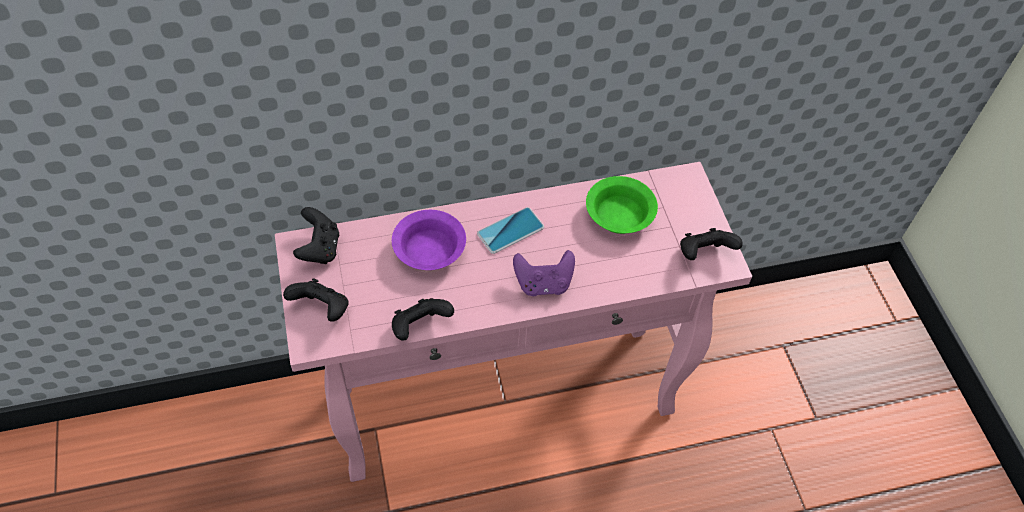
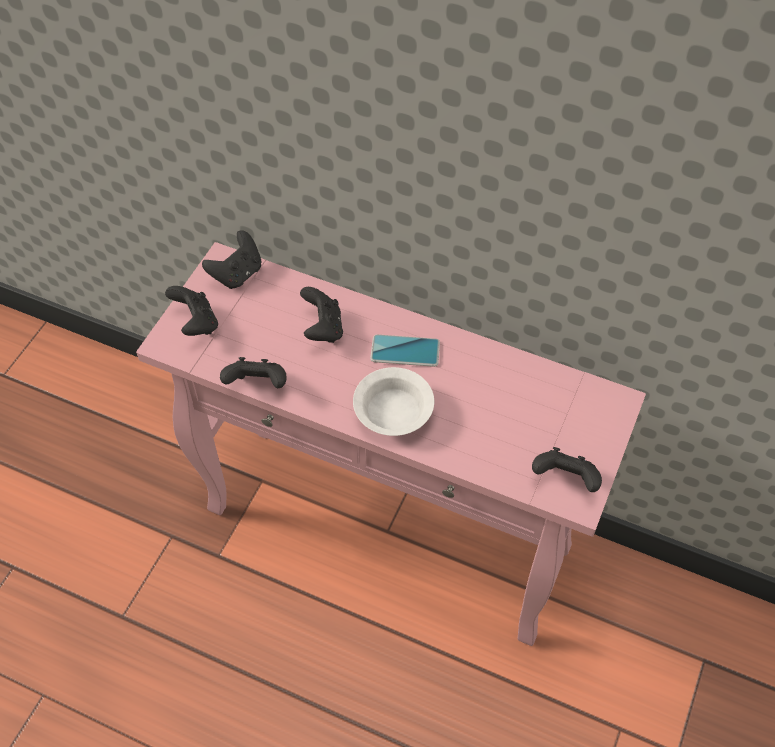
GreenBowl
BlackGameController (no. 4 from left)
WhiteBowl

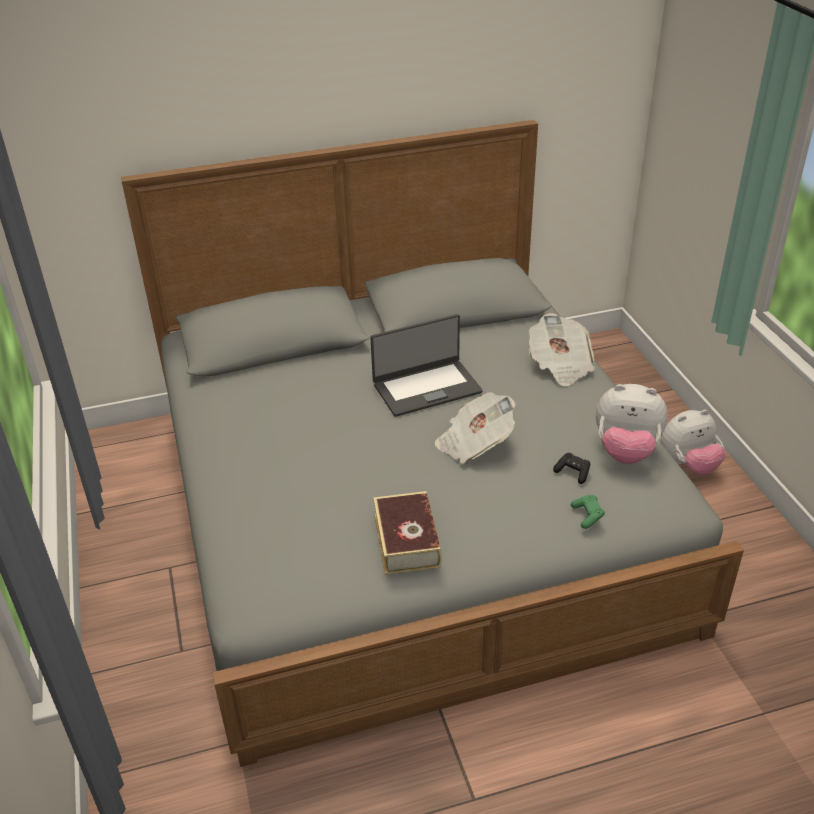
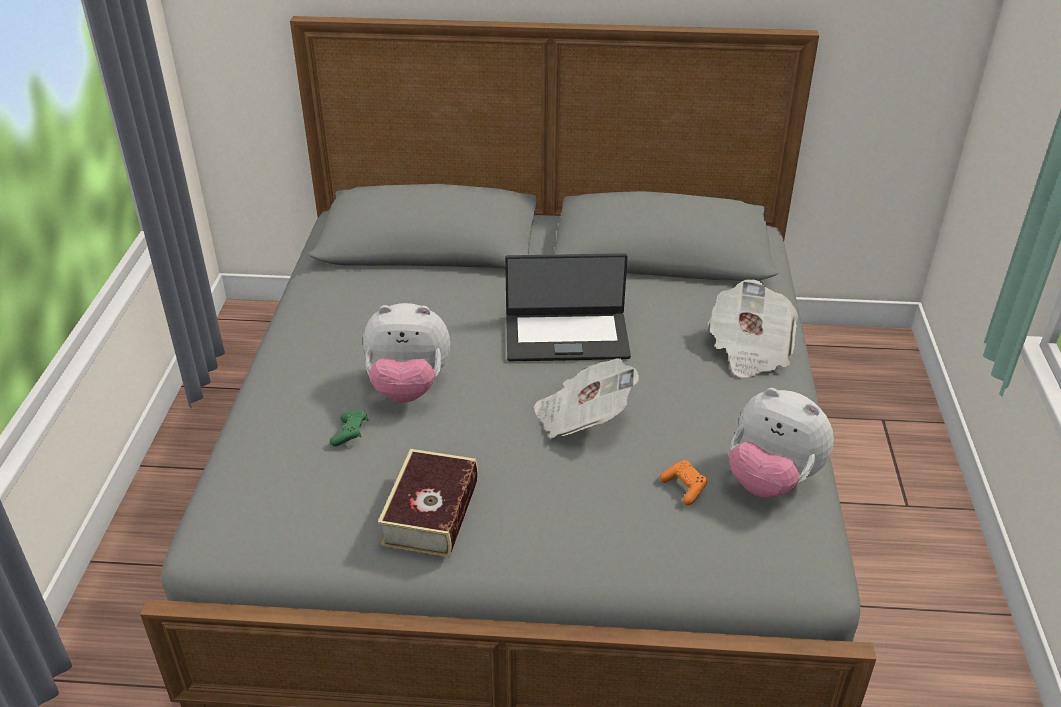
PlushToy (no. 1 from left)
OrangeGameController
GreenGameController

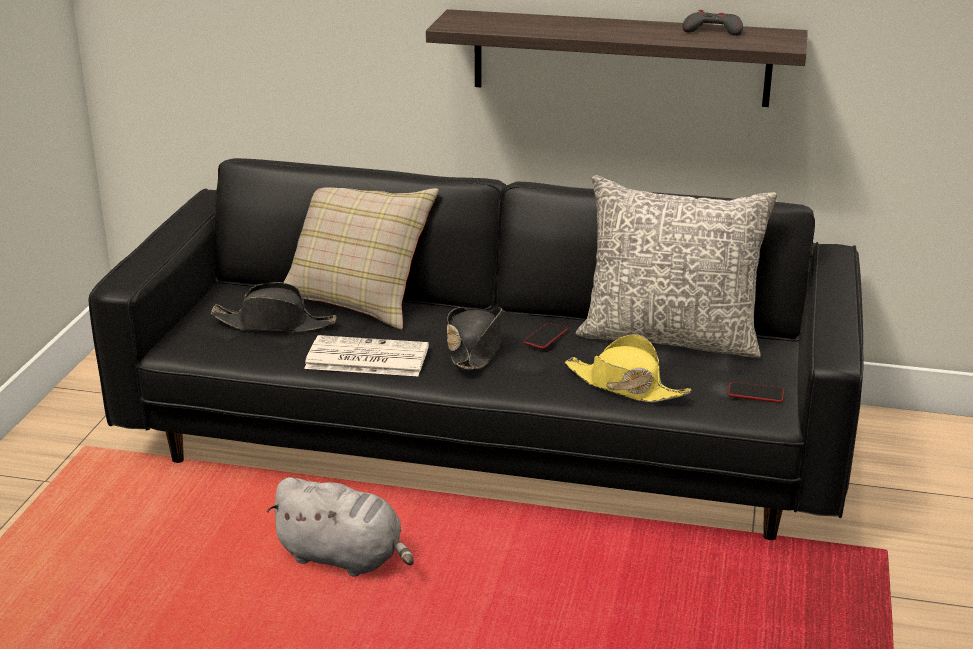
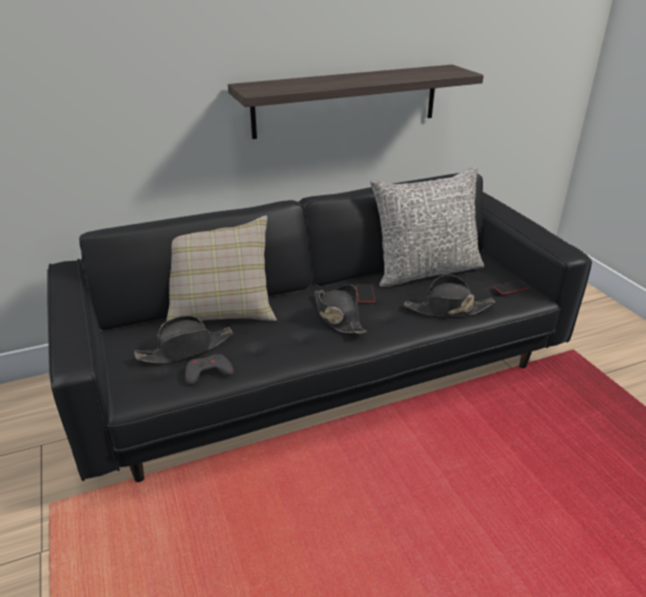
GreyGameController
BlackHat (no. 3 from left)
Newspaper
GreyPlushToy

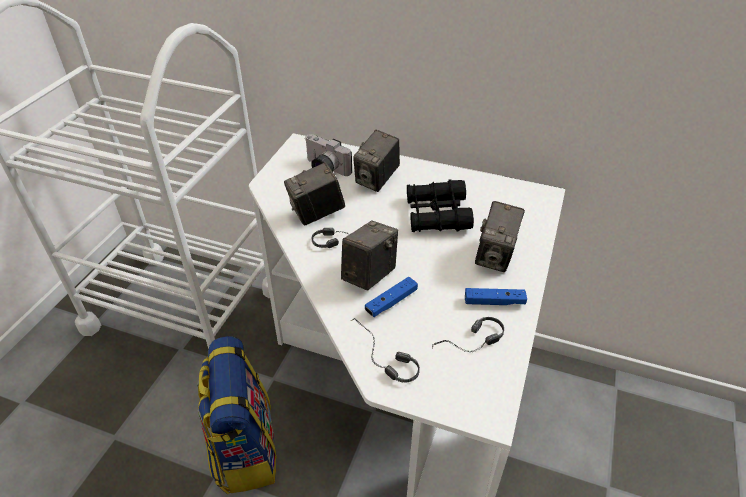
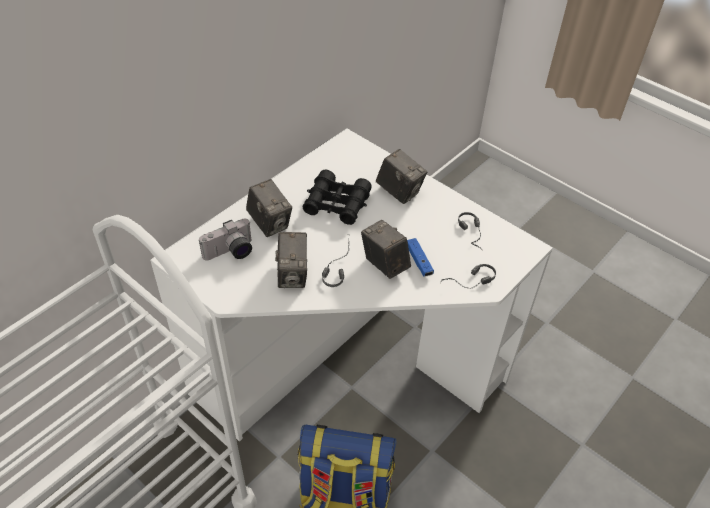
BlueGameController (no. 2 from left in the first image)

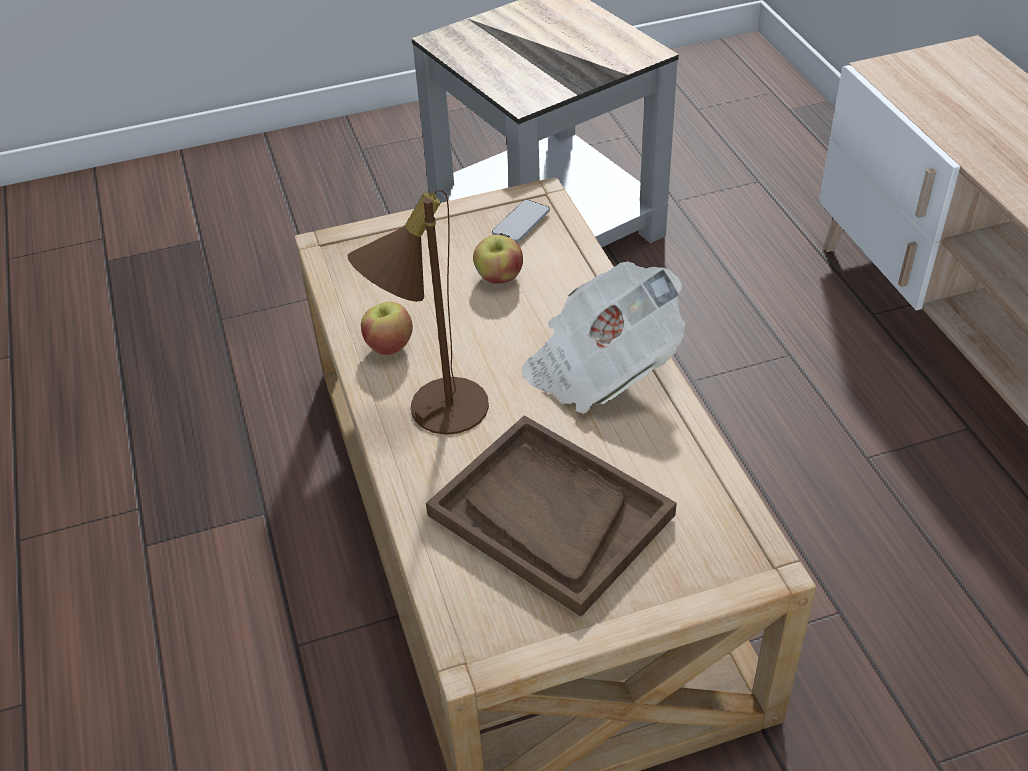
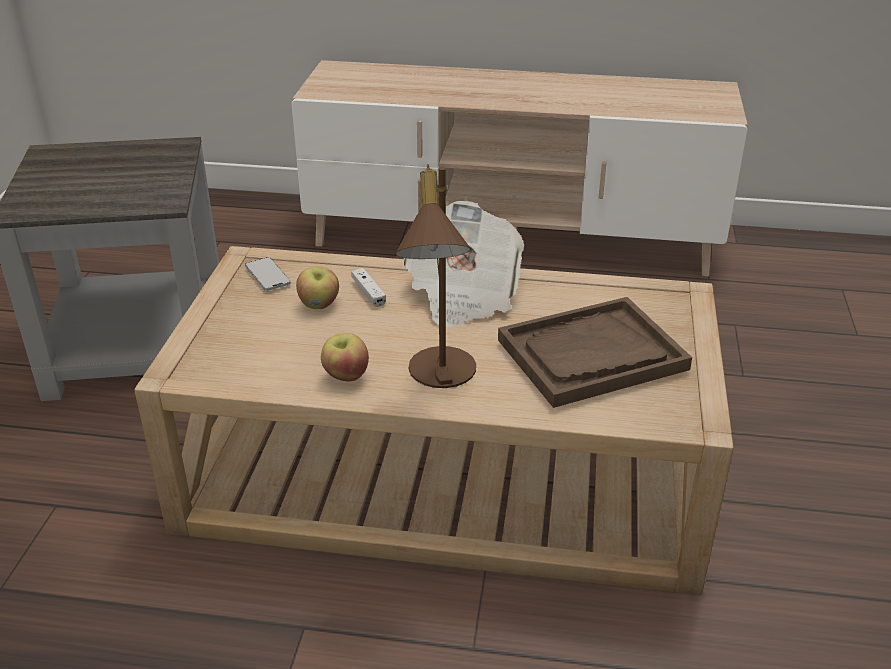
WhiteGameController

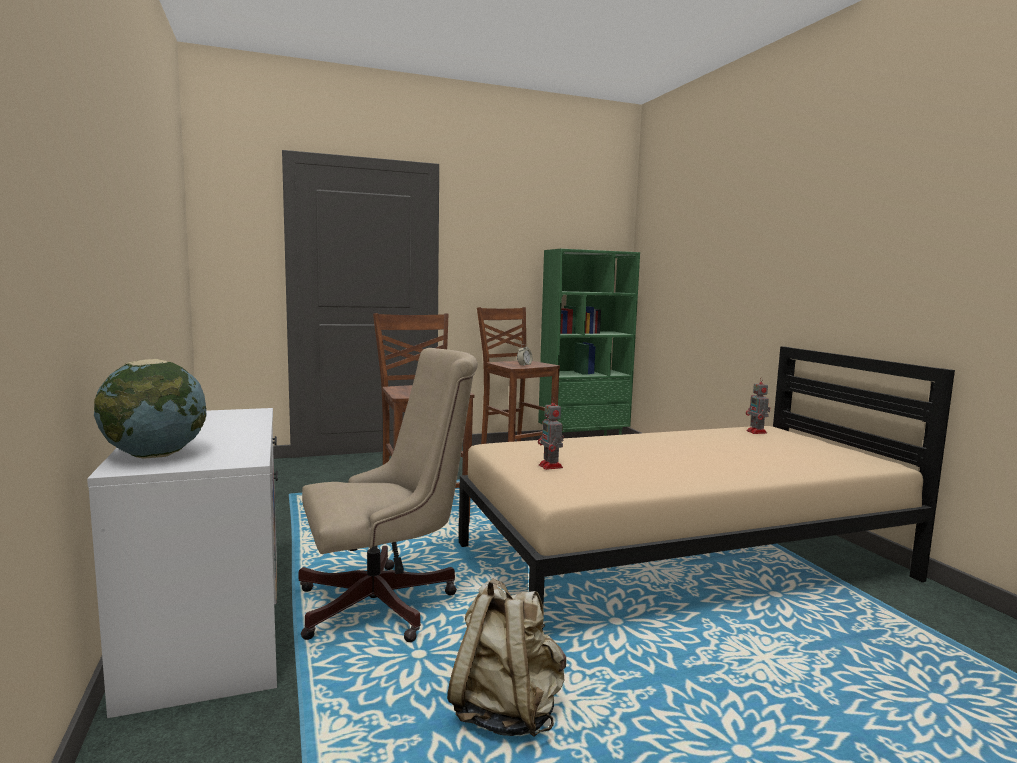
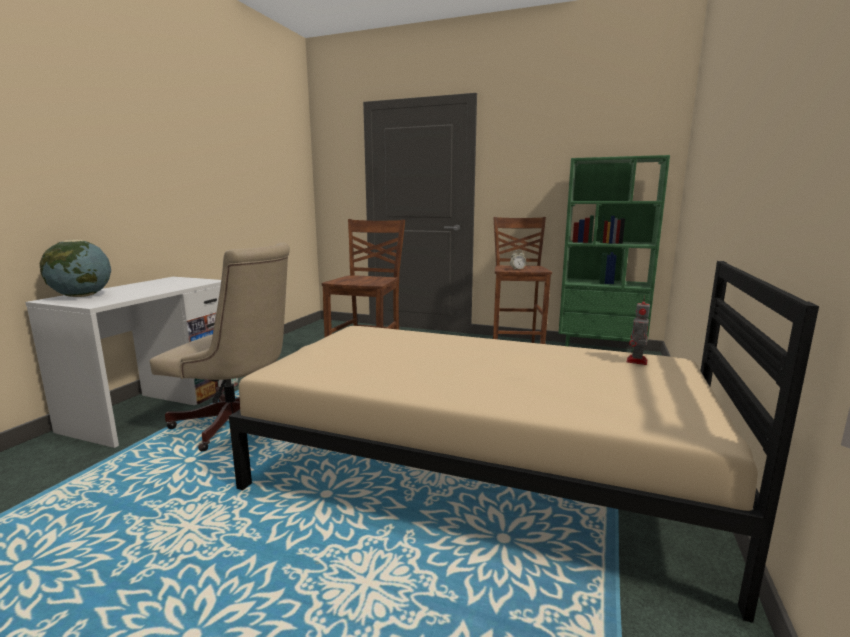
ToyRobot (no. 1 from left in the first image)
BeigeBackpack

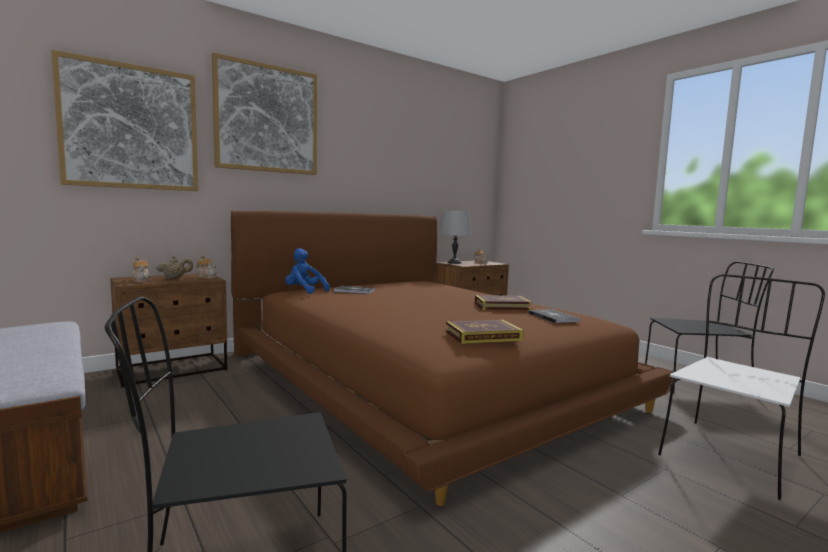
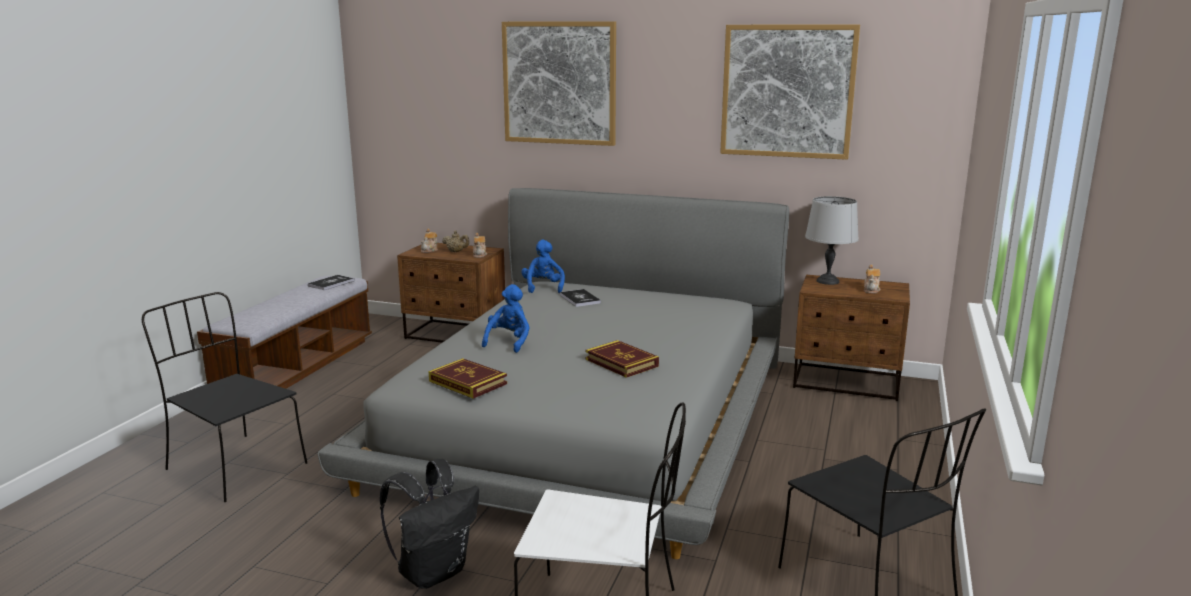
Picture (no. 2 from left)
GreyBed
Book (no. 1 from left)
BluePlushToy (no. 1 from left)
BlackBackpack

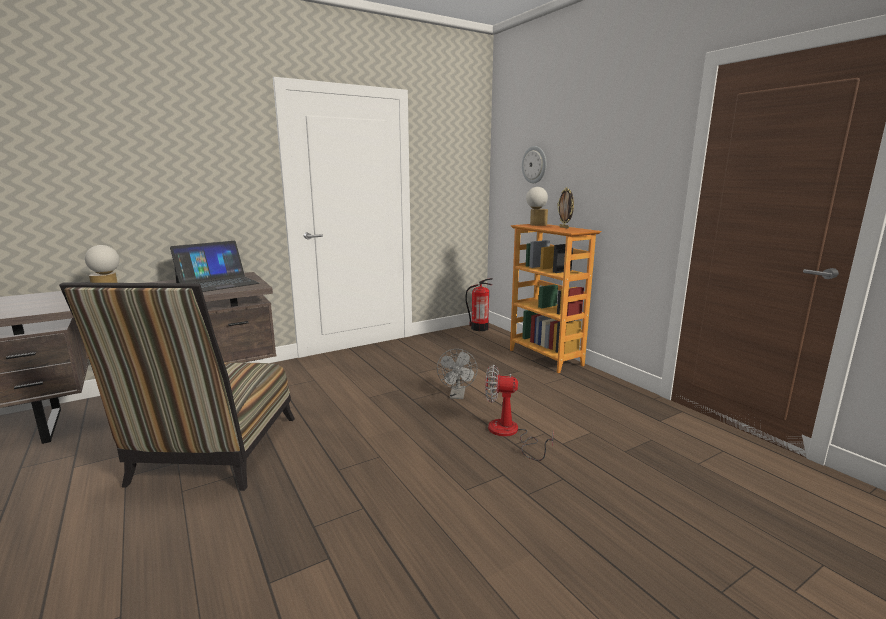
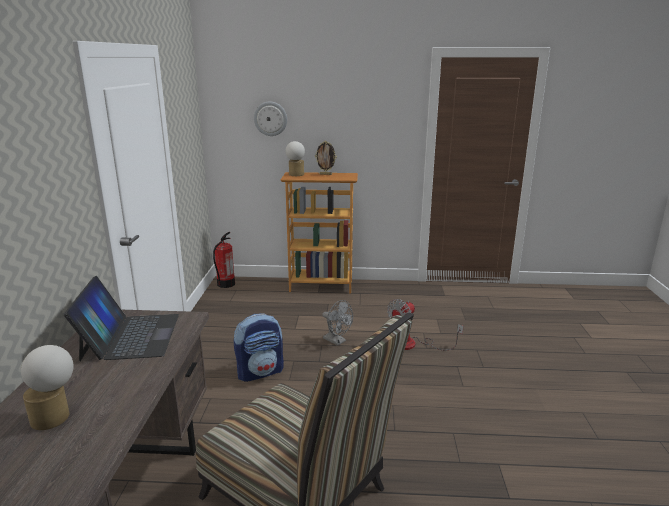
Backpack

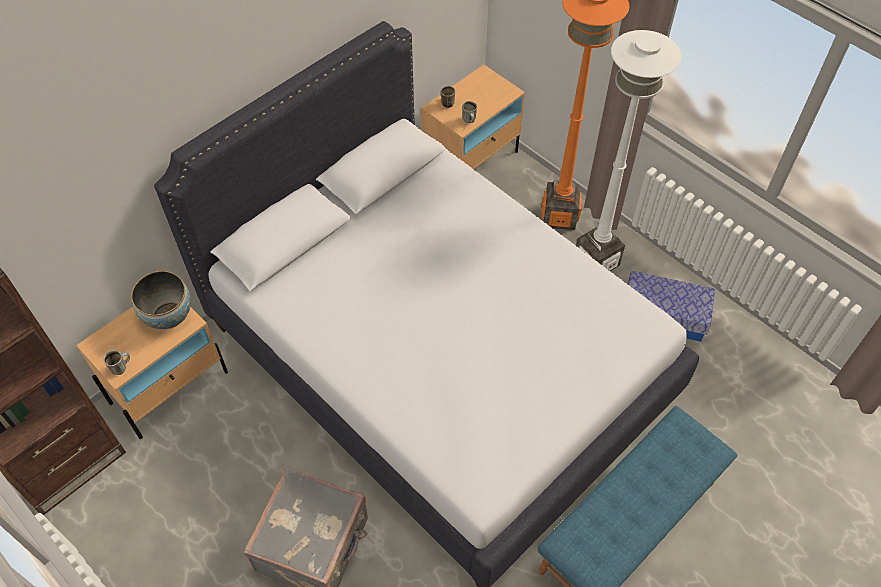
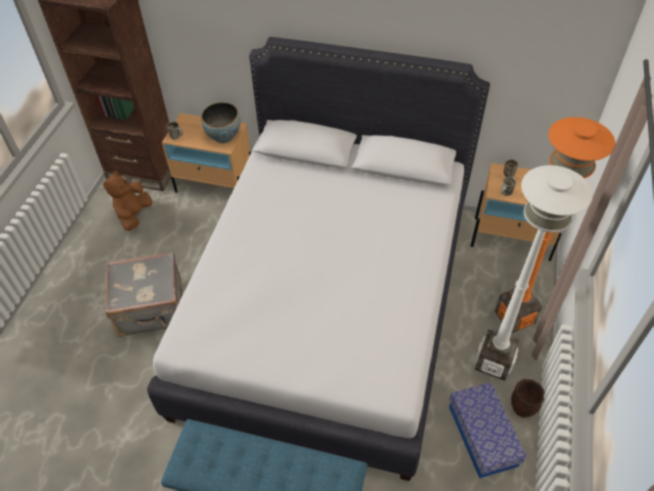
BrownPlushToy
BrownPlanter

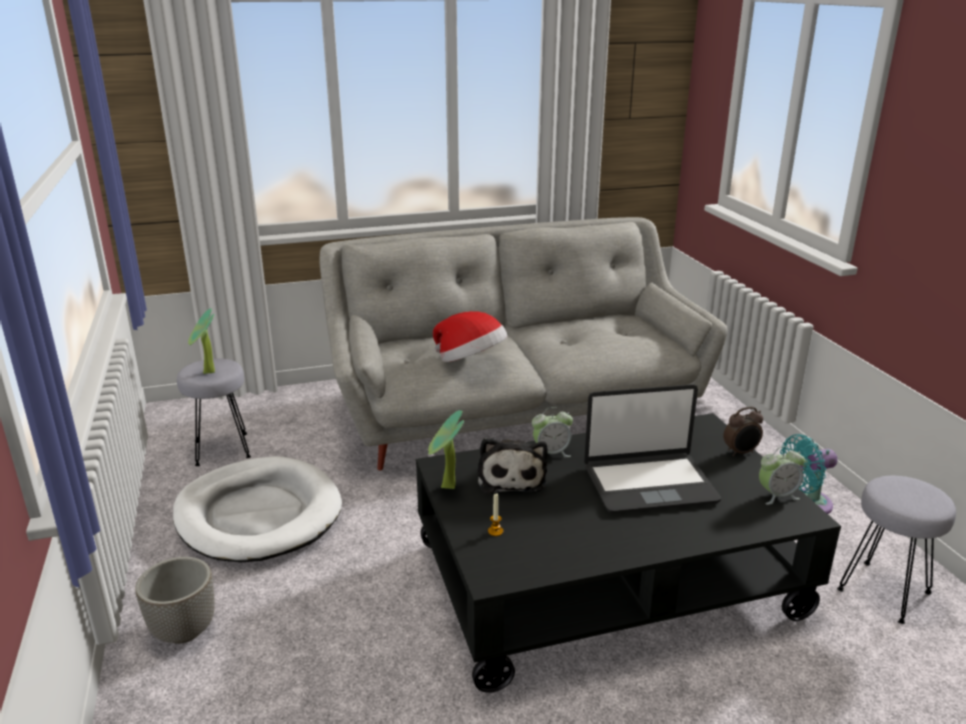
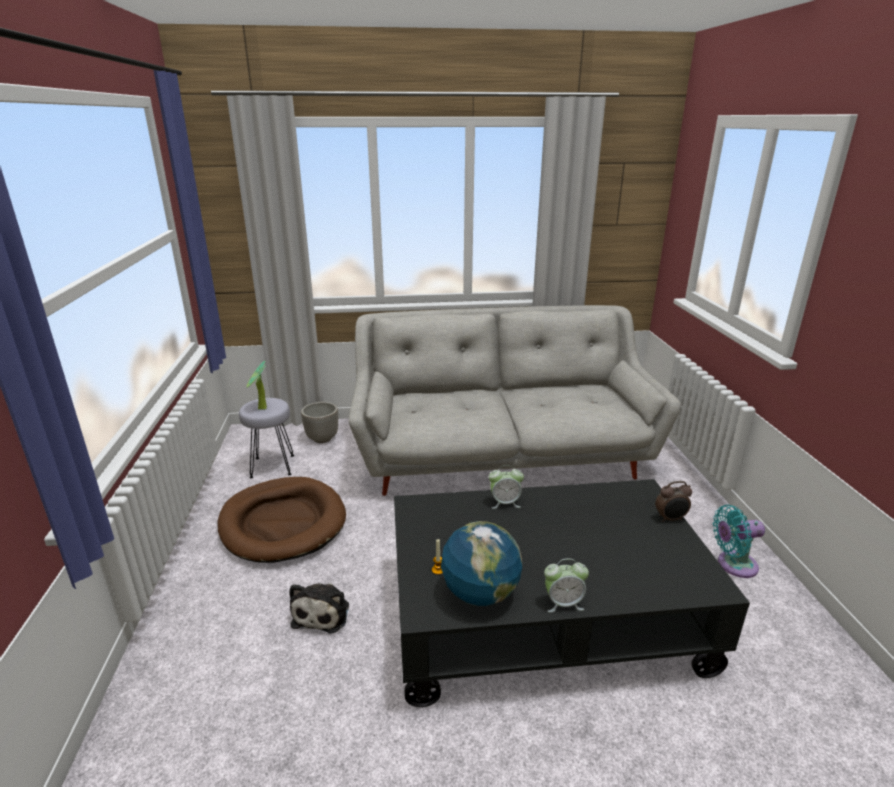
Hat
Laptop
PottedPlant (no. 2 from left in the first image)
PlushToy
AlarmClock (no. 2 from left)
BrownDogBed
GreyStool (no. 2 from left in the first image)
Planter
Globe

